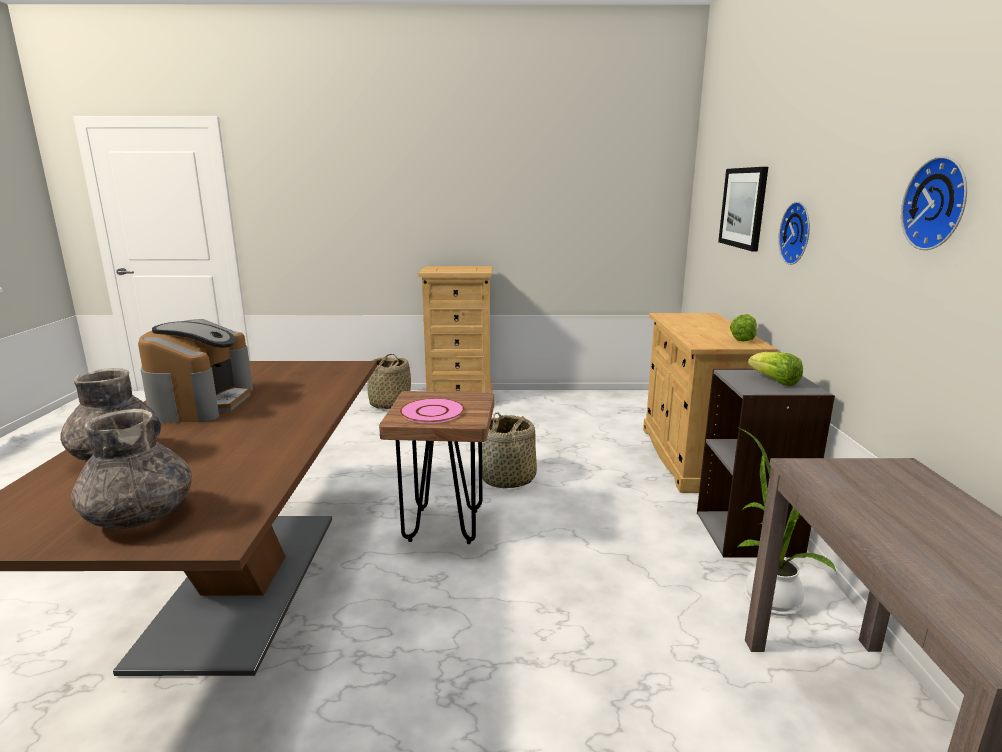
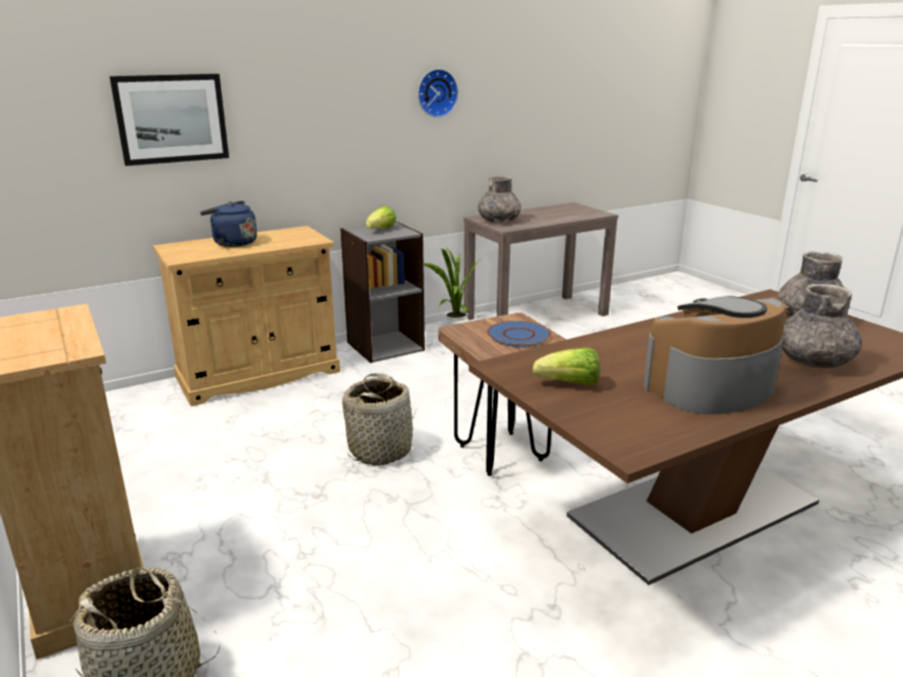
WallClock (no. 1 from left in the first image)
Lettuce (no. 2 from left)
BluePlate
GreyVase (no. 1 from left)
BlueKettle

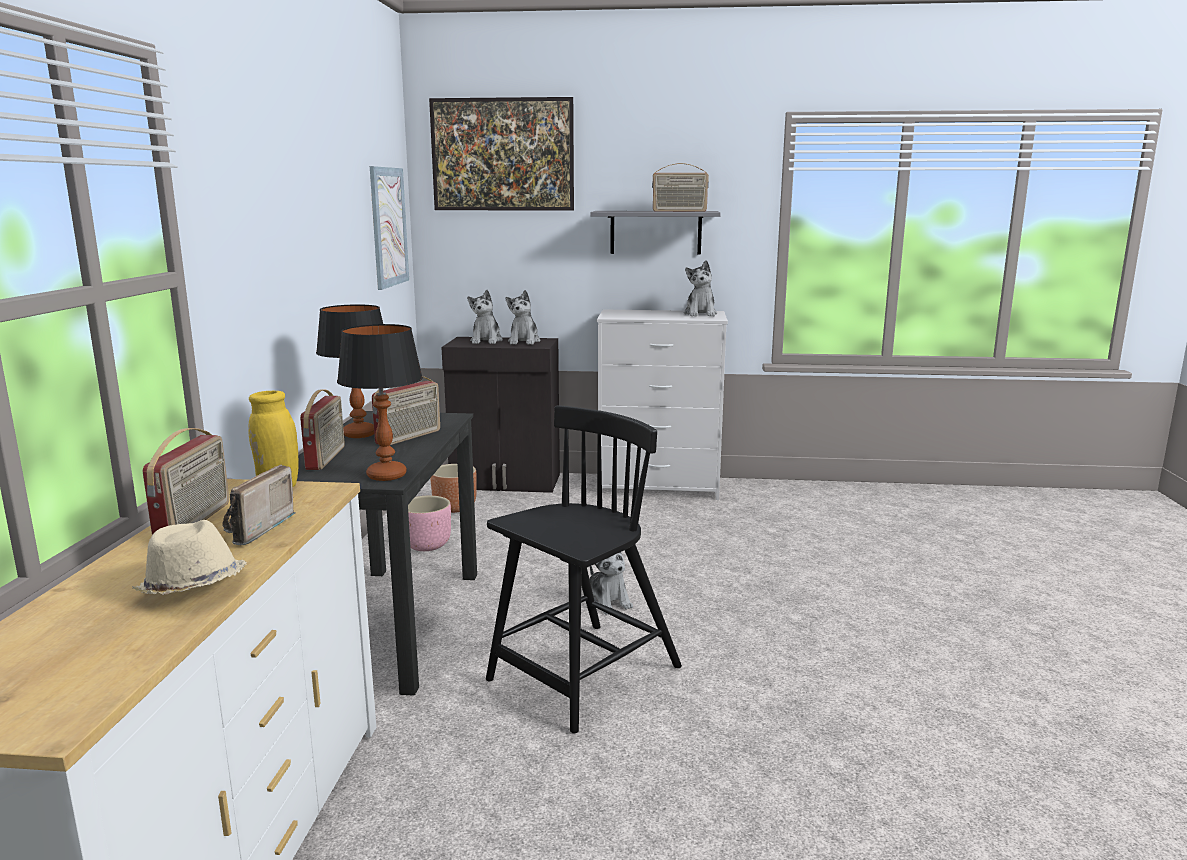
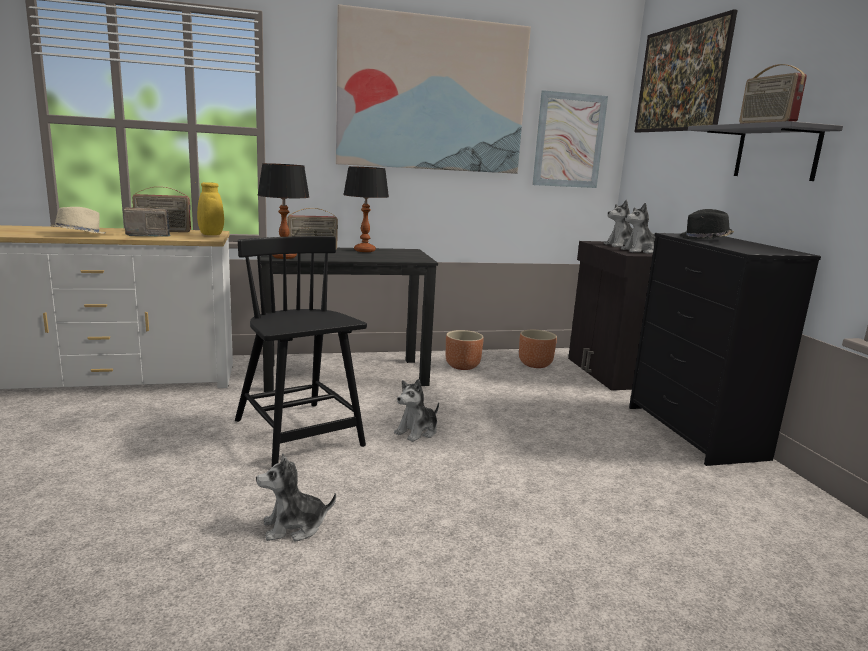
PlushToy (no. 1 from left)
BlackDresser
Radio (no. 4 from left in the first image)
BlackChair
BrownPlanter (no. 1 from left)
Picture (no. 1 from left)
BlackHat

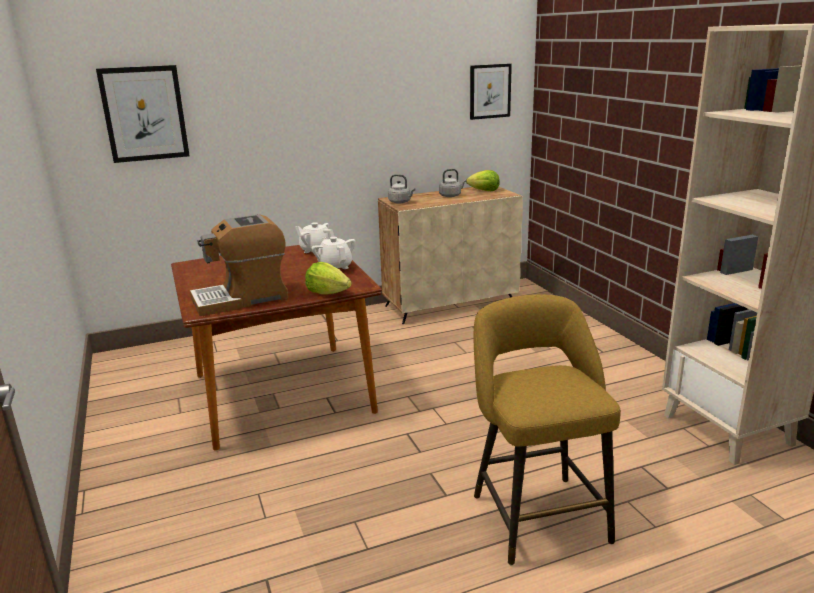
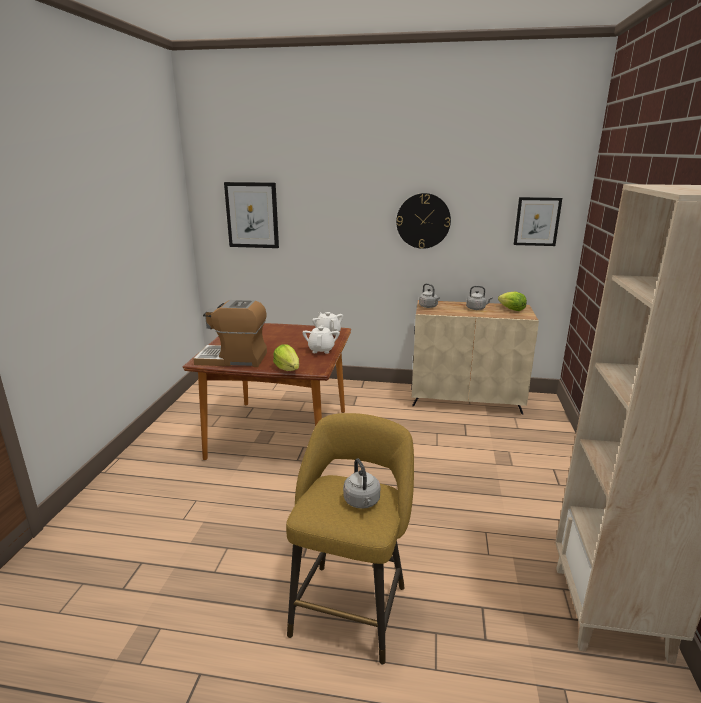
WallClock
GreyKettle (no. 1 from left)

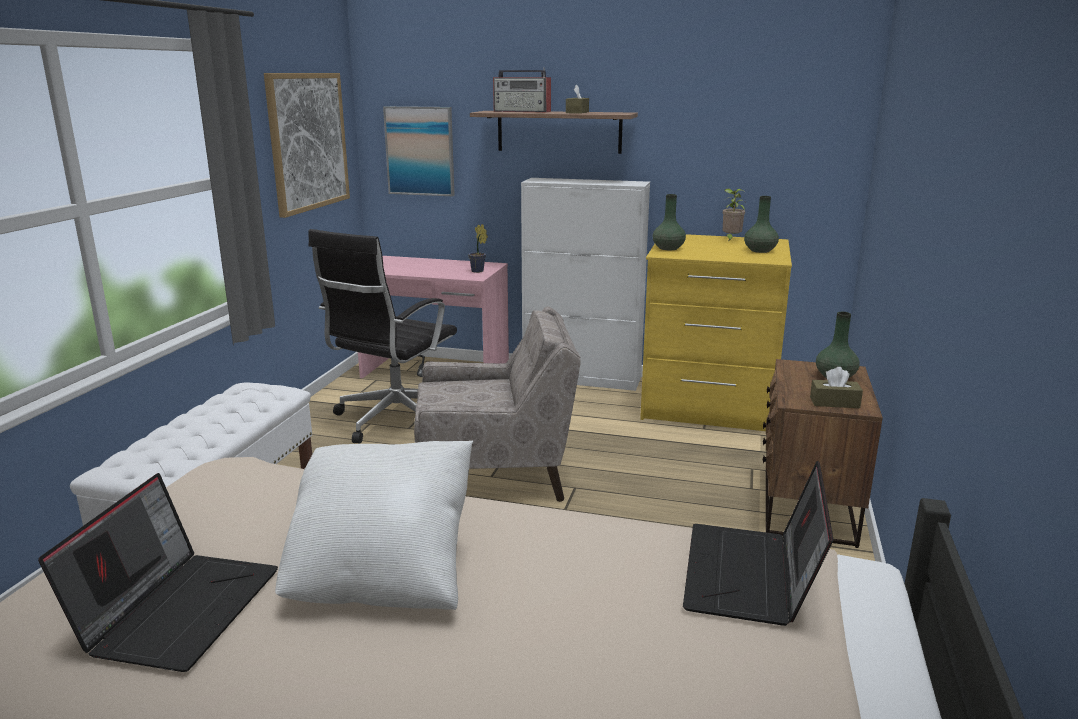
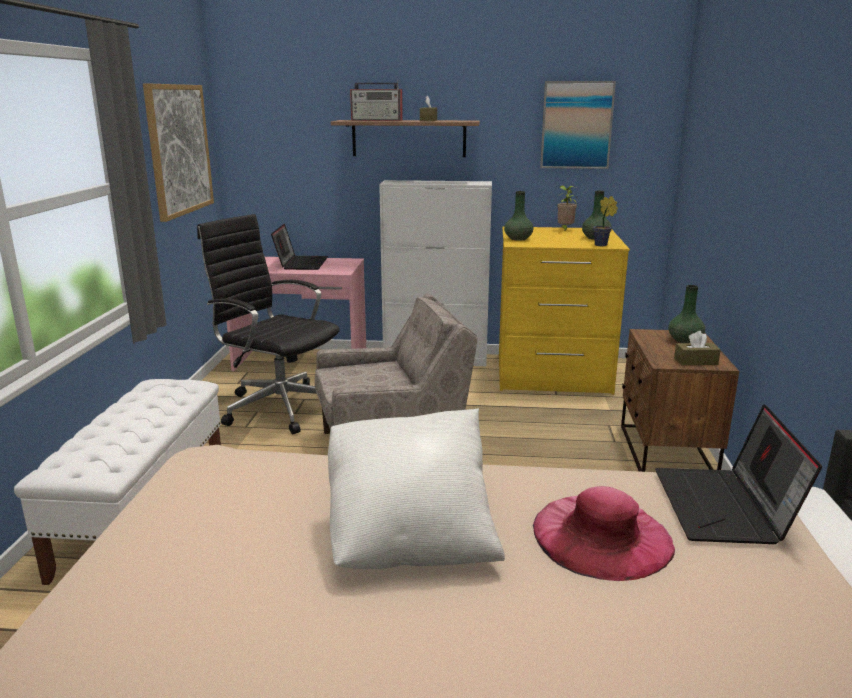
Picture (no. 2 from left)
PottedPlant (no. 2 from left)
BlackOfficeChair
Laptop (no. 1 from left)
PinkHat

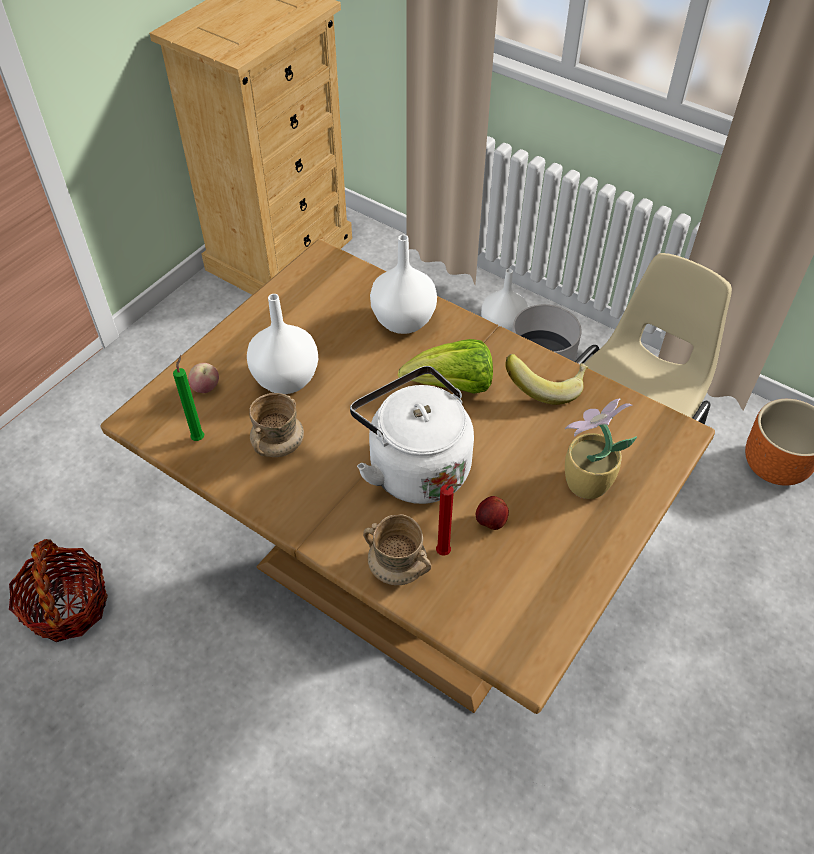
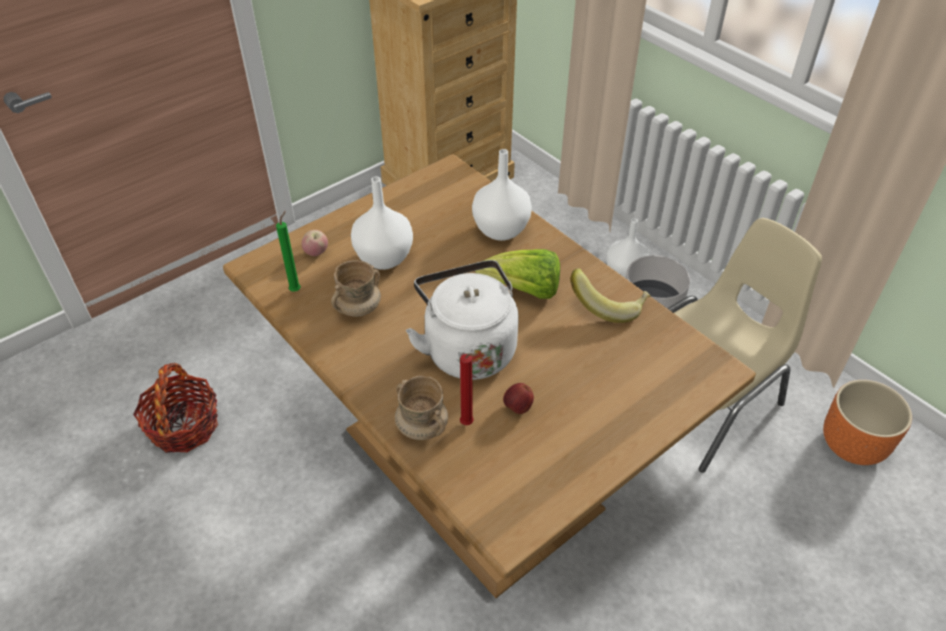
PottedPlant

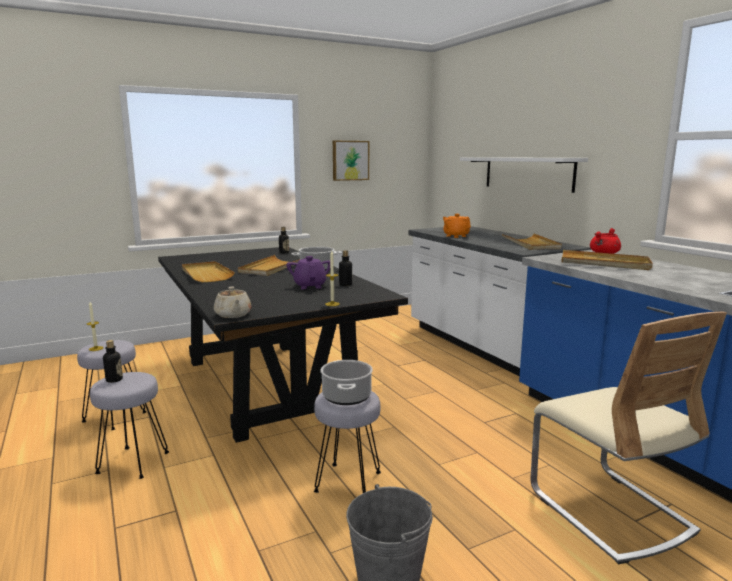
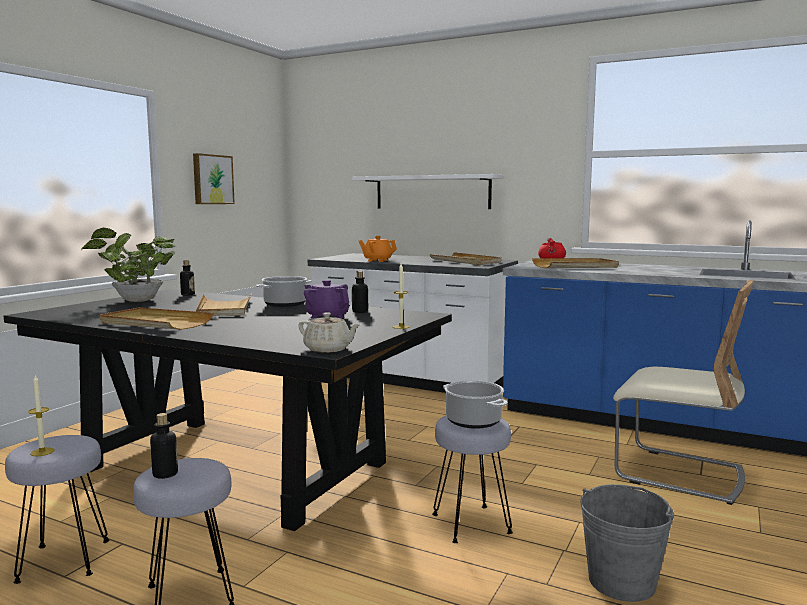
PottedPlant

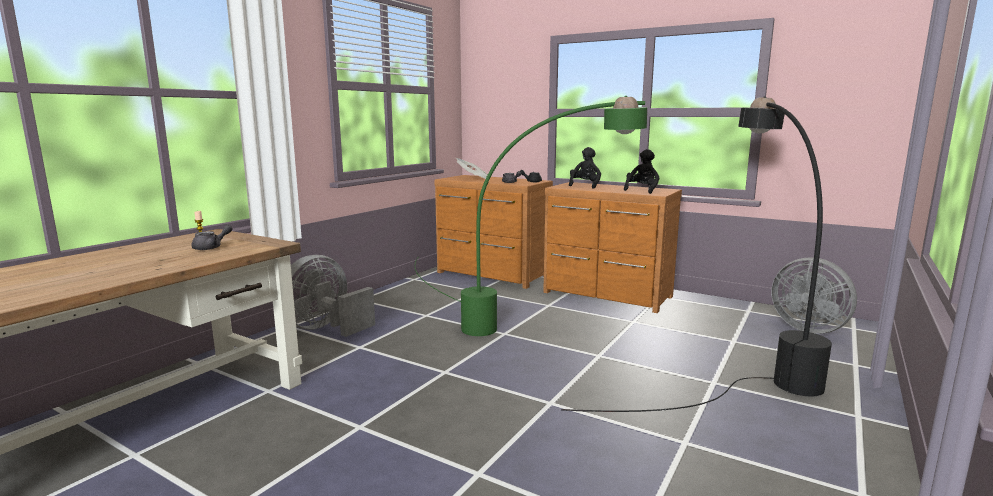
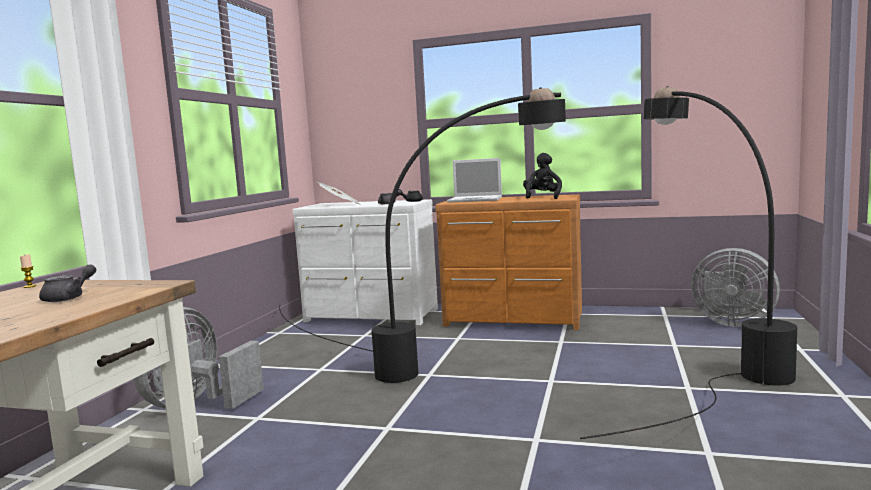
BlackFloorLamp (no. 1 from left)
Laptop
WhiteDresser

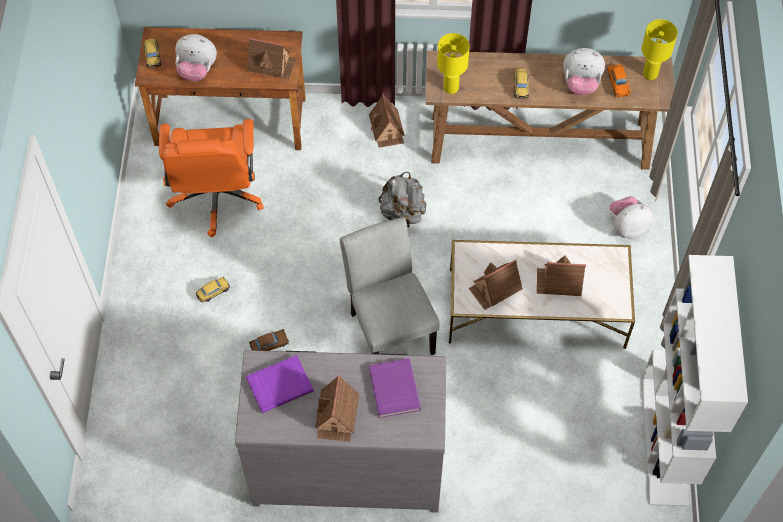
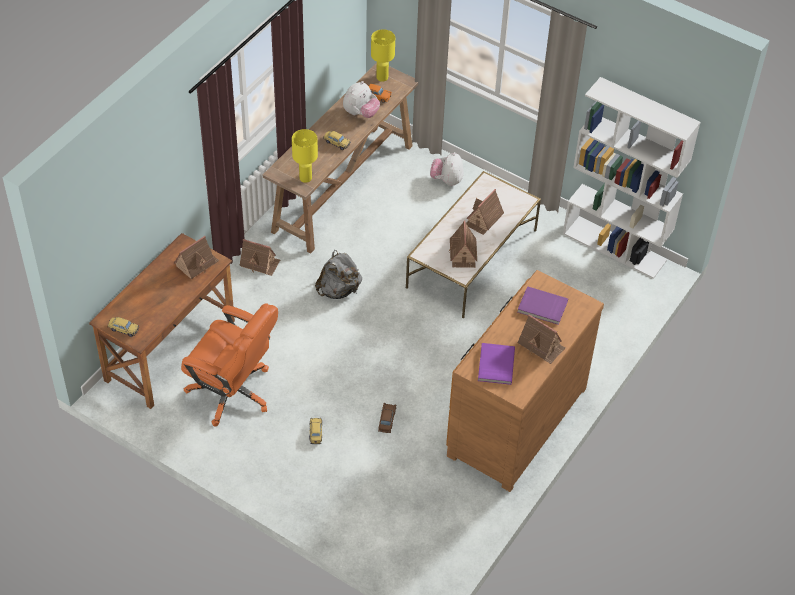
PlushToy (no. 1 from left in the first image)
GreyChair
BrownDresser

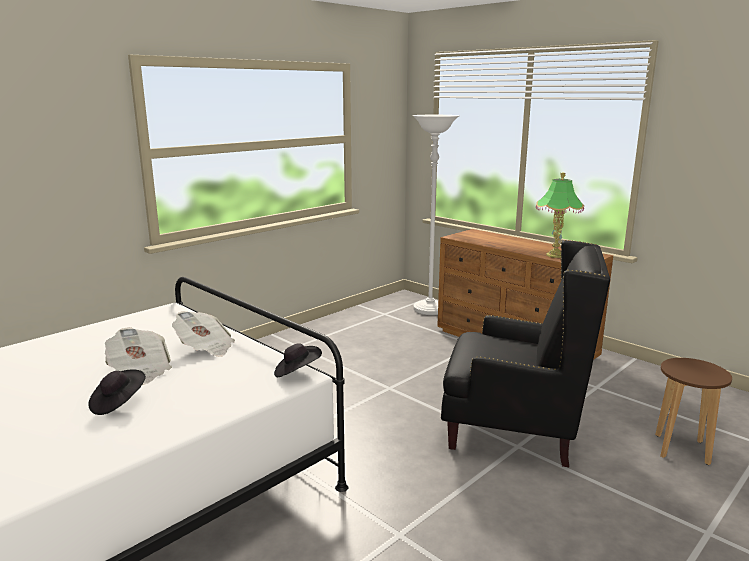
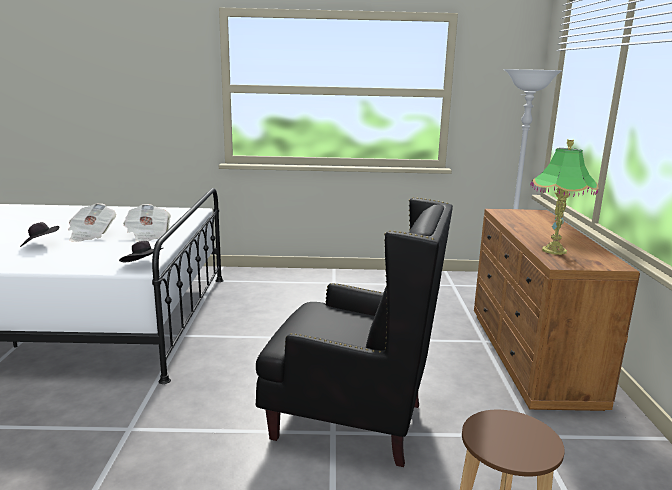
BlackArmchair

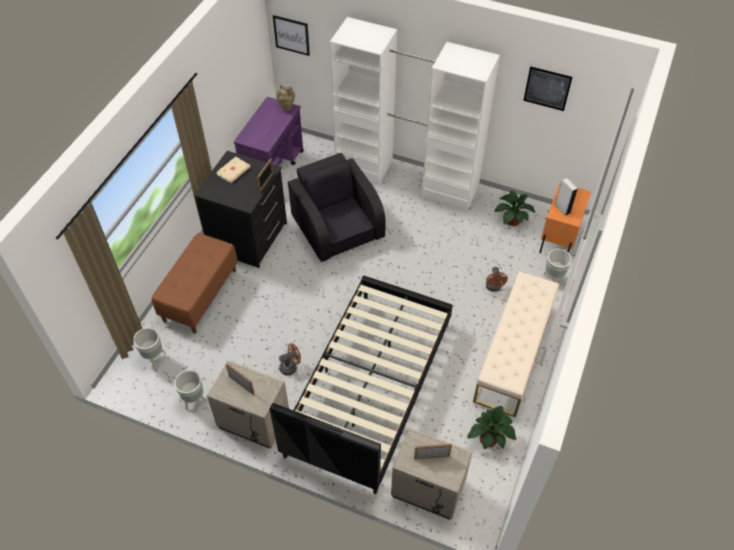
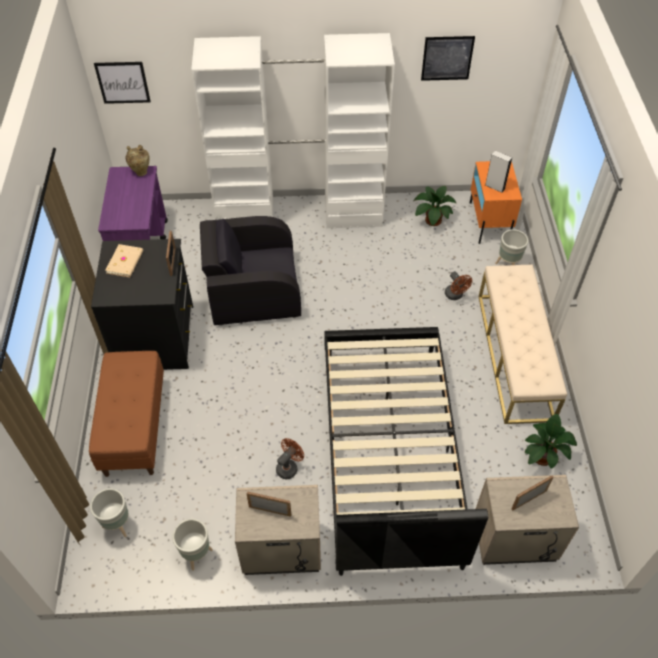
BlackArmchair

